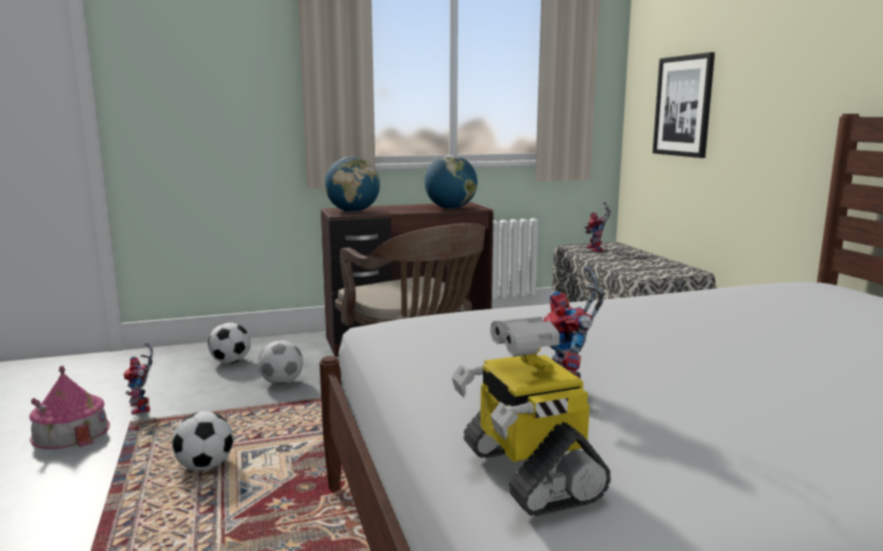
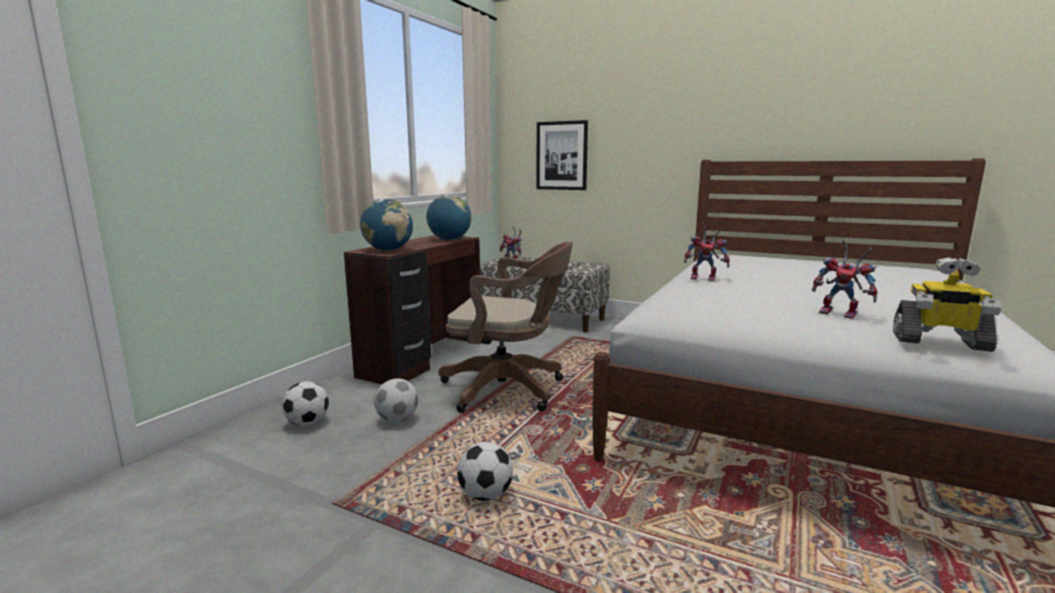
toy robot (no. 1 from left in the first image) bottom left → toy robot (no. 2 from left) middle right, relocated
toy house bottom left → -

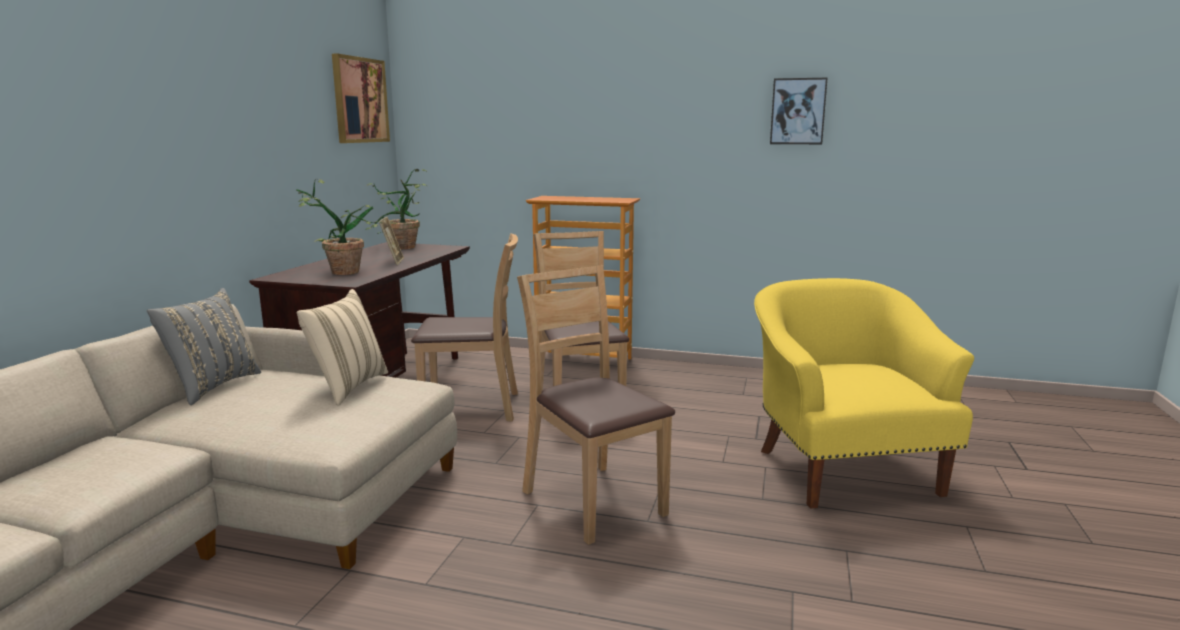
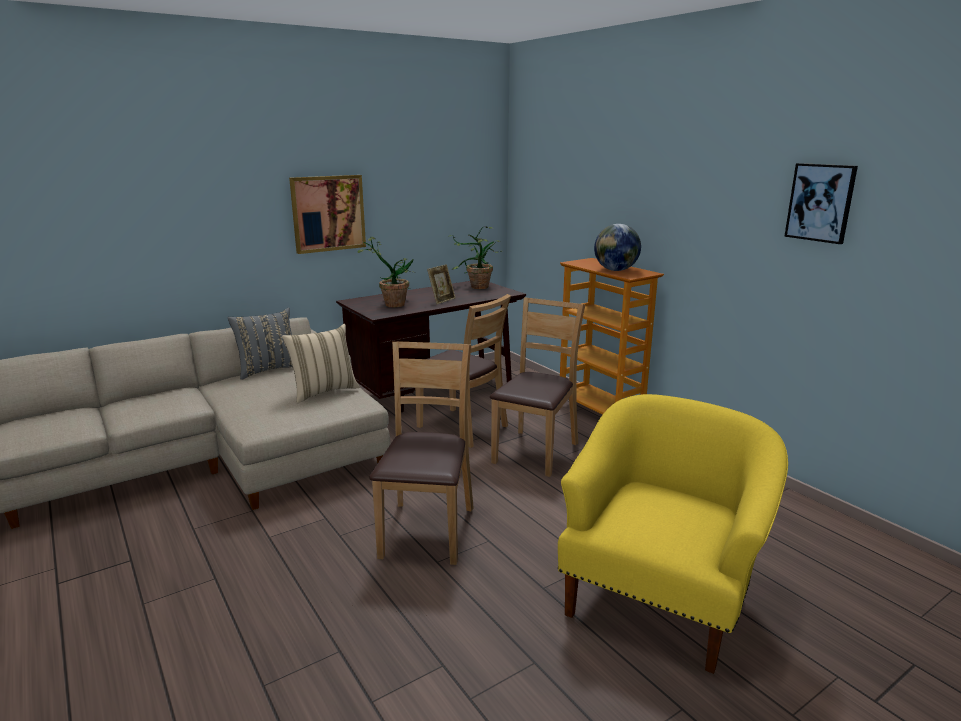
picture (no. 1 from left) top left → picture (no. 1 from left) top centre, relocated
- → globe centre

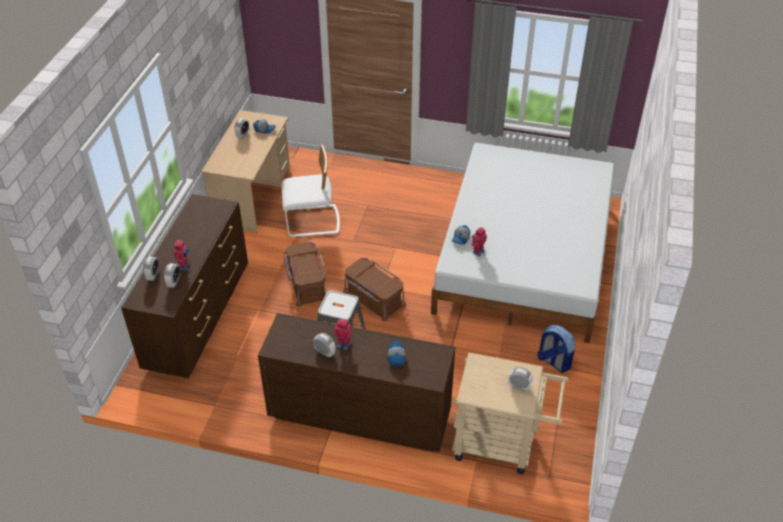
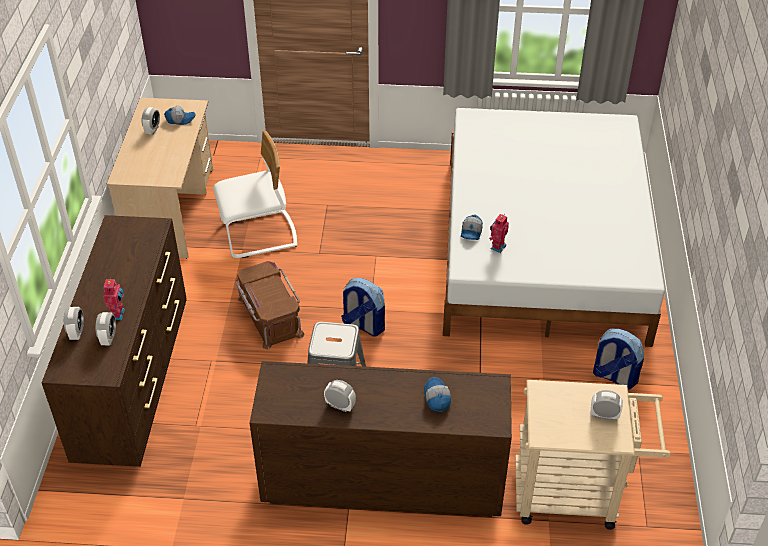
storage box/brown (no. 2 from left) centre → backpack (no. 1 from left) centre
toy robot (no. 2 from left) centre → -

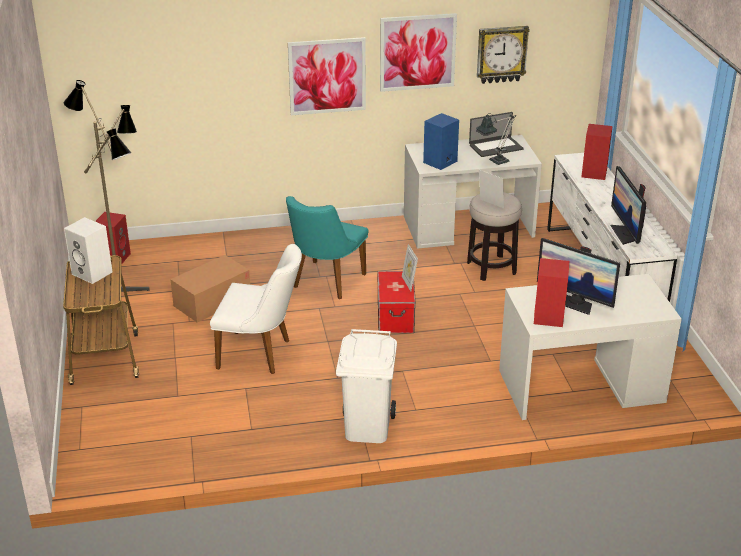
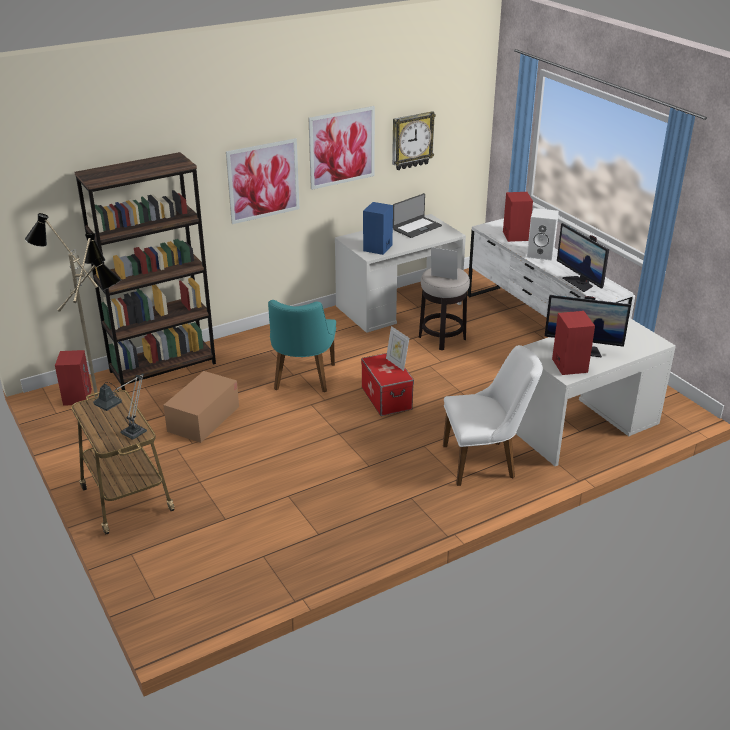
table lamp top right → table lamp middle left, relocated
speaker/white middle left → speaker/white top right, relocated
chair/white centre → chair/white middle right, relocated
trash can/white bottom centre → -
- → bookcase/brown middle left

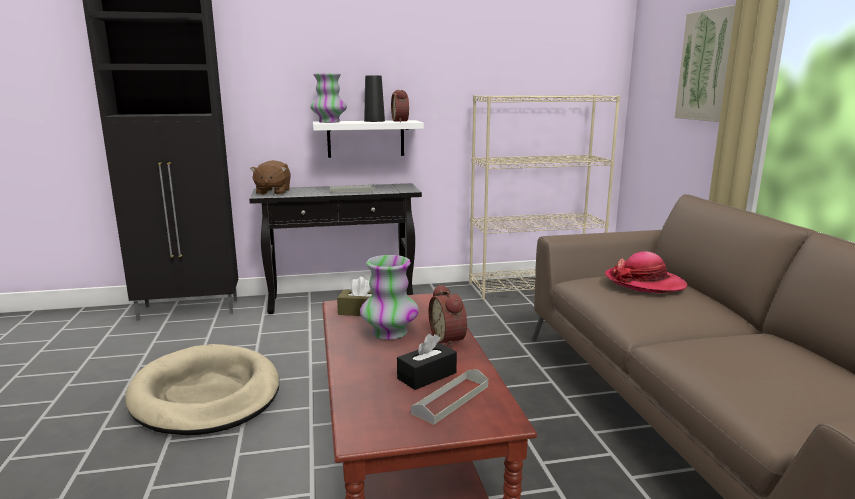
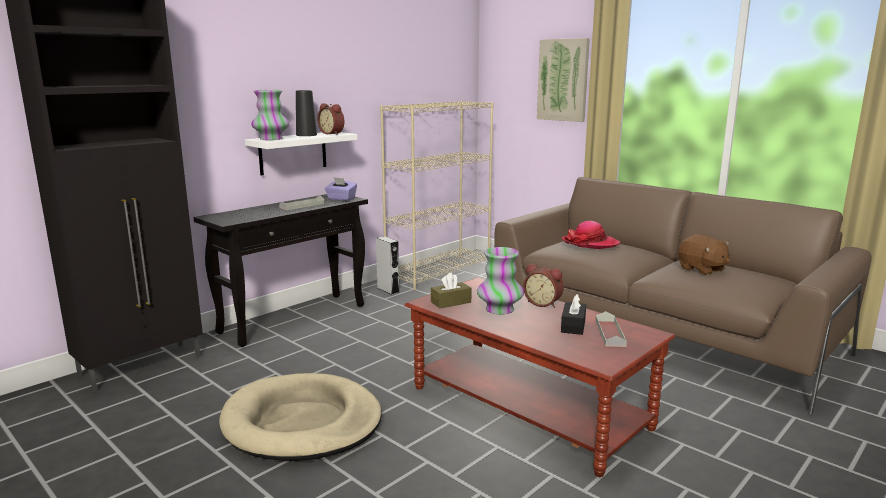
plush toy/brown middle left → plush toy/brown middle right, relocated
- → tissue box/purple centre
- → speaker/grey centre

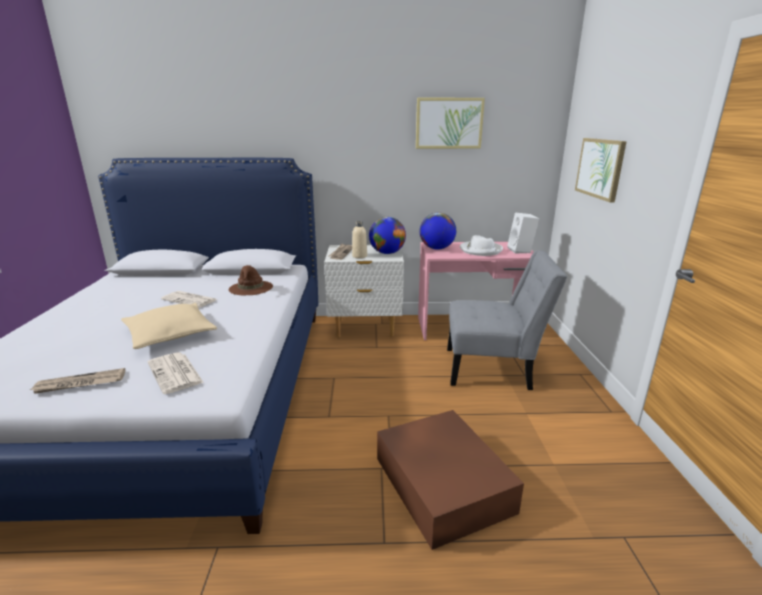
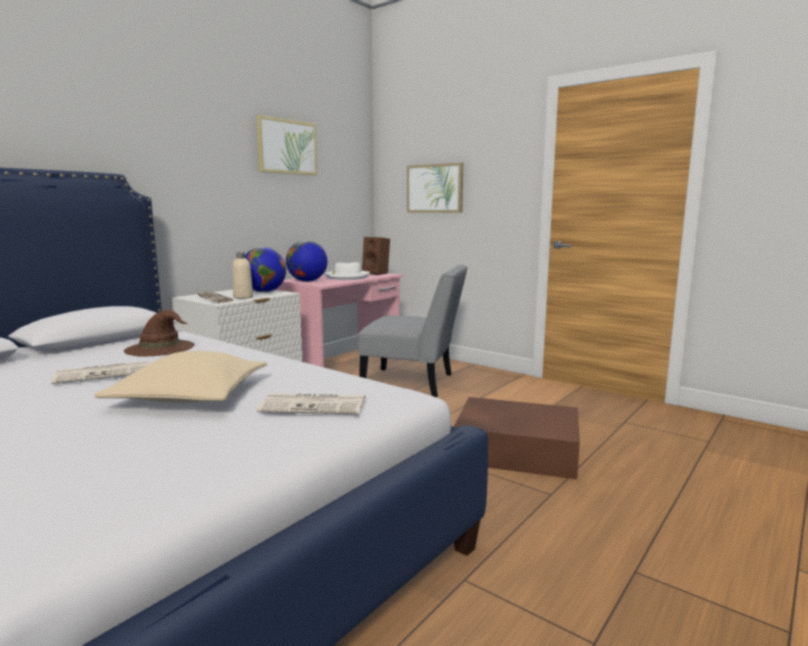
speaker/white middle right → speaker/brown centre
chair/grey centre, 60 degrees clockwise
newspaper (no. 1 from left) middle left → -

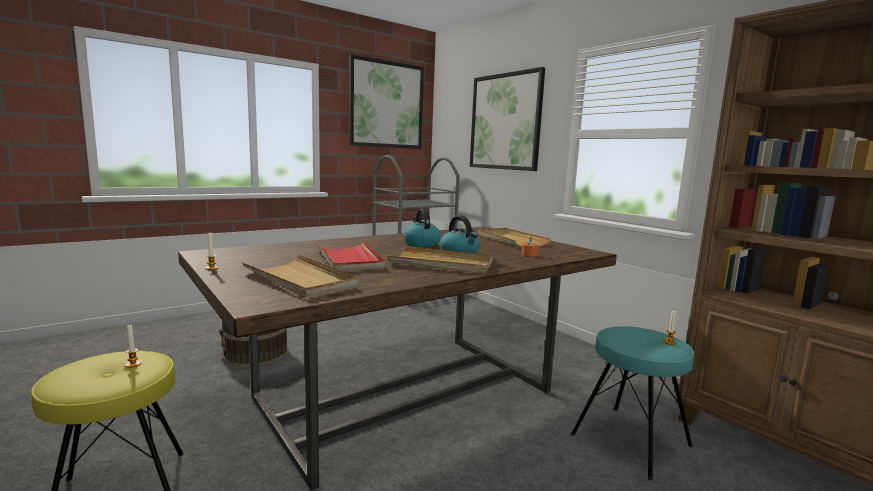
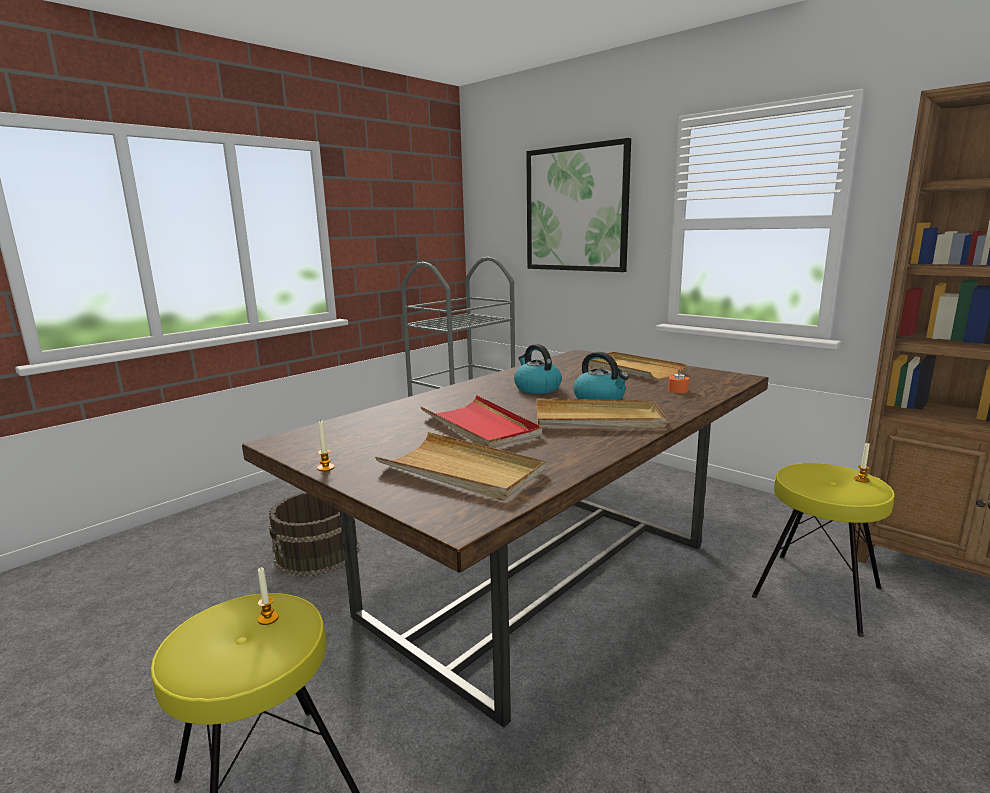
picture (no. 1 from left) top centre → -
stool/turquoise bottom right → stool/yellow (no. 2 from left) bottom right

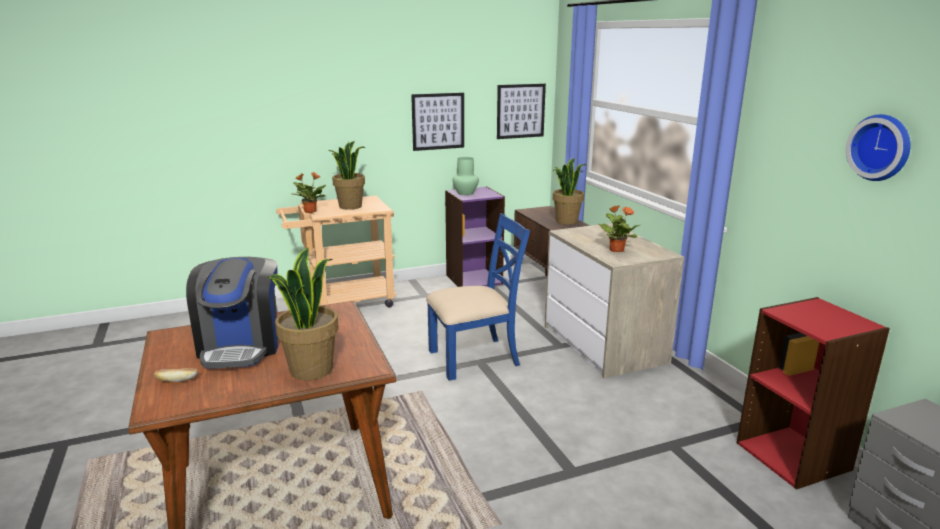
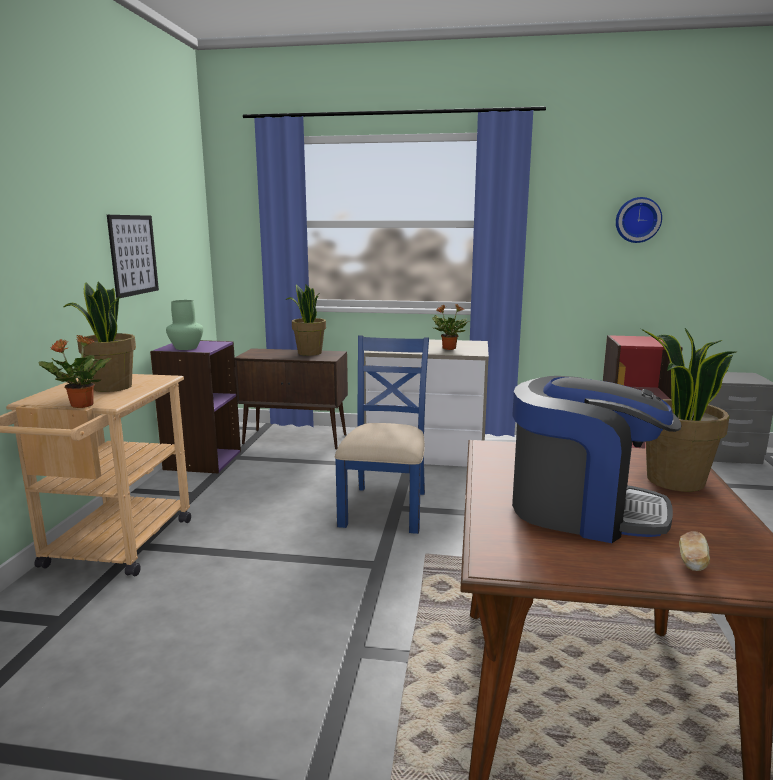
picture (no. 2 from left) top centre → -

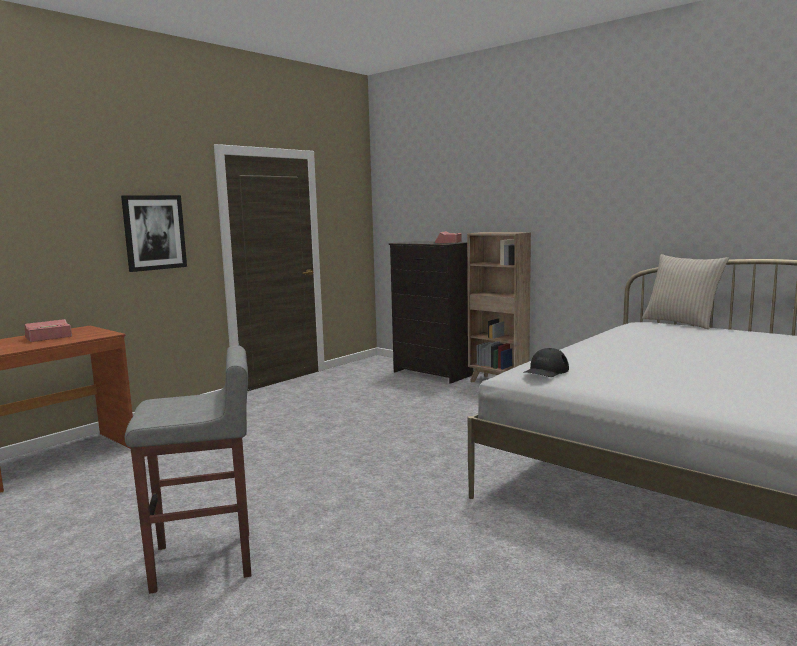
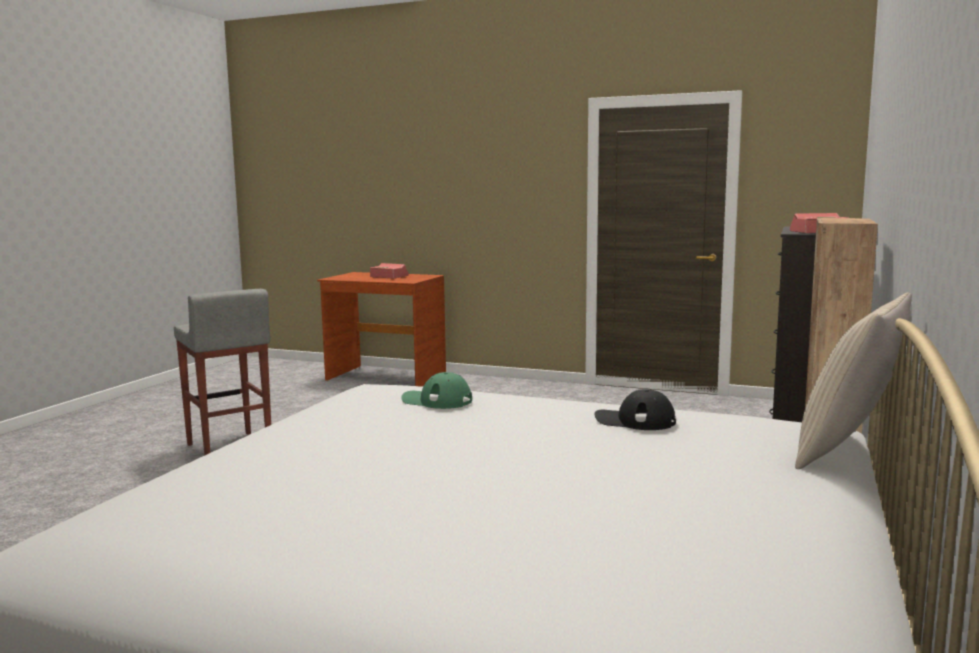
picture middle left → -
cap/black middle right → cap/black centre, relocated
- → cap/green centre

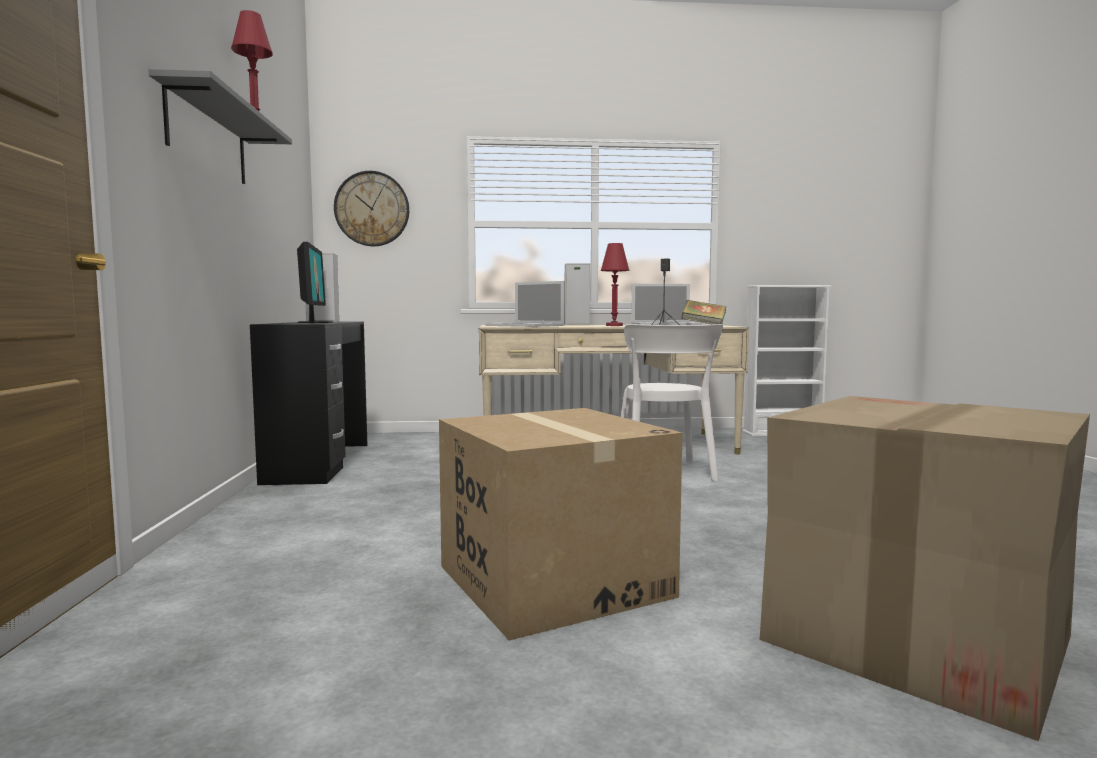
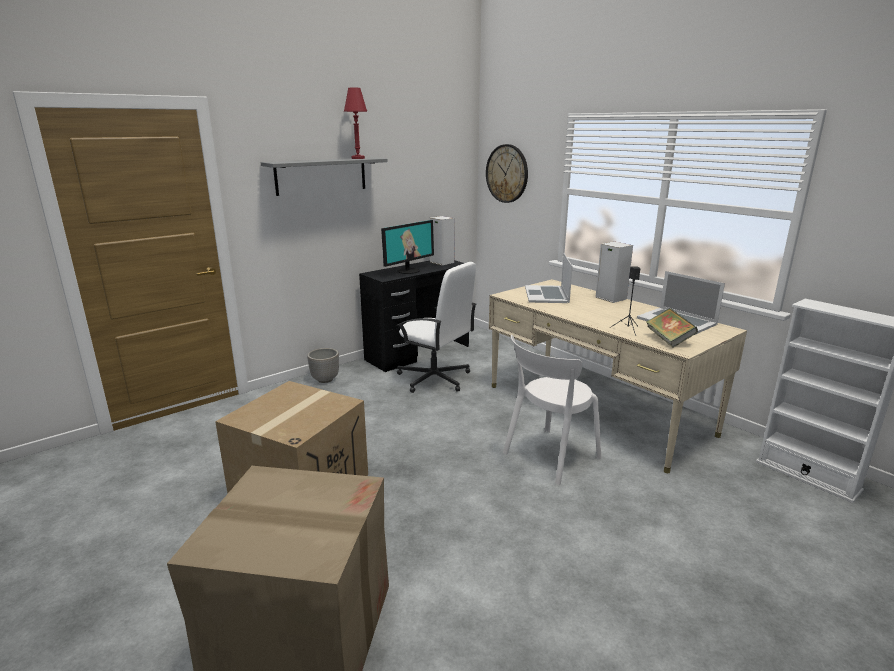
table lamp/red (no. 2 from left) centre → -
- → office chair/white centre
- → planter centre

